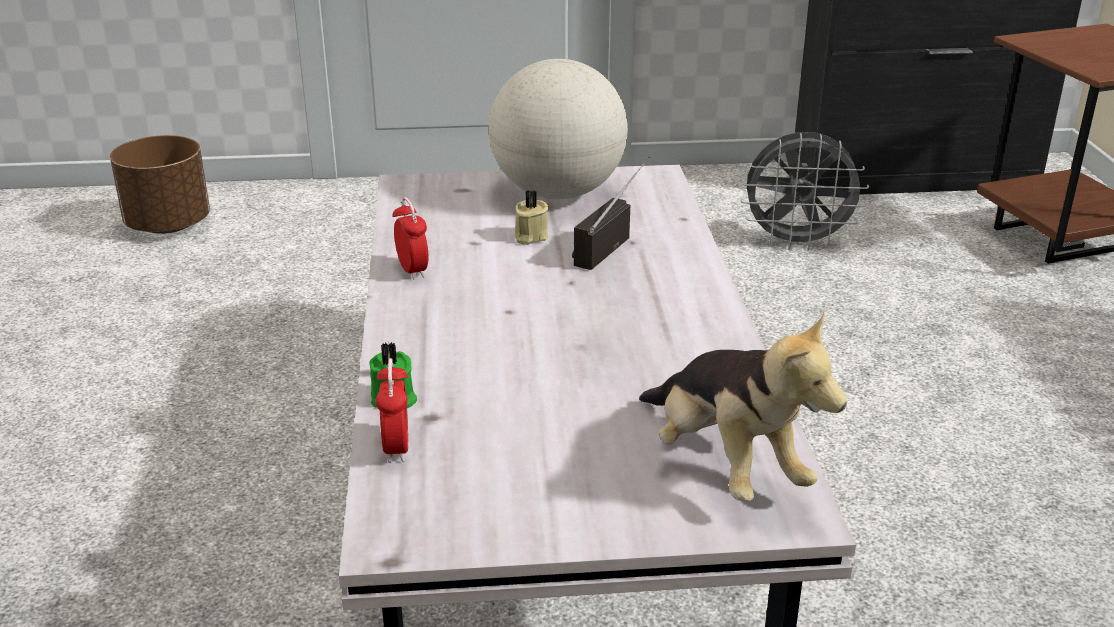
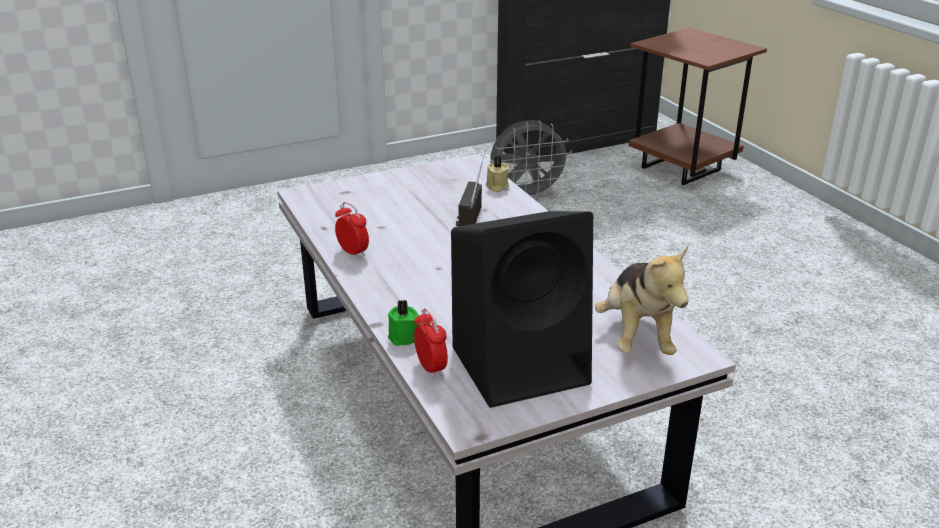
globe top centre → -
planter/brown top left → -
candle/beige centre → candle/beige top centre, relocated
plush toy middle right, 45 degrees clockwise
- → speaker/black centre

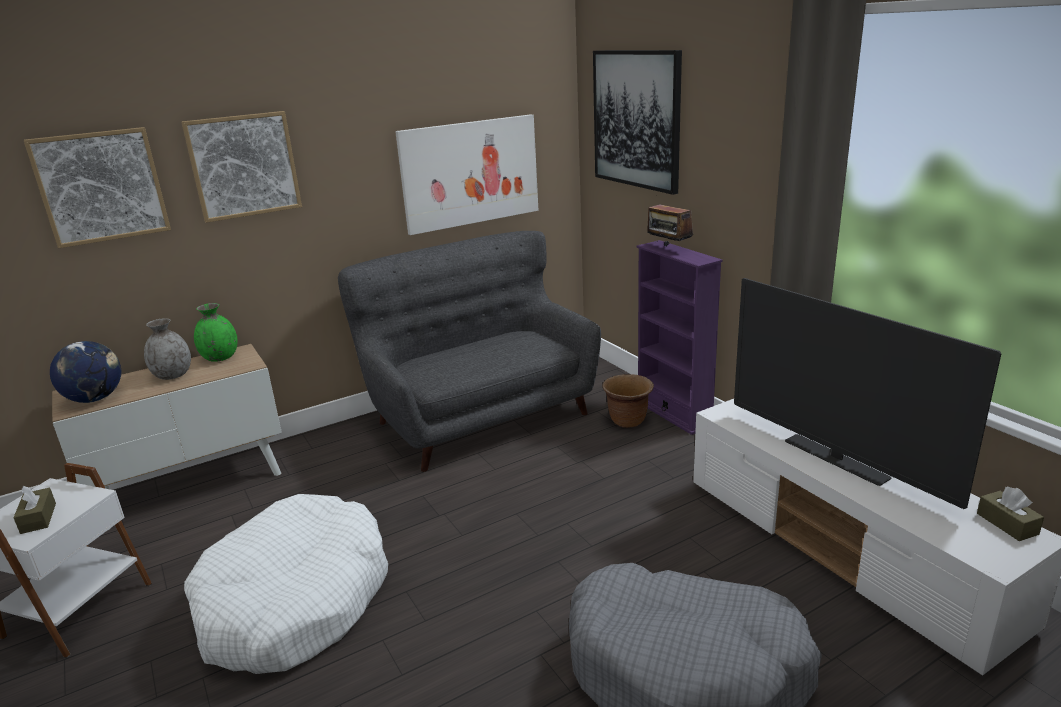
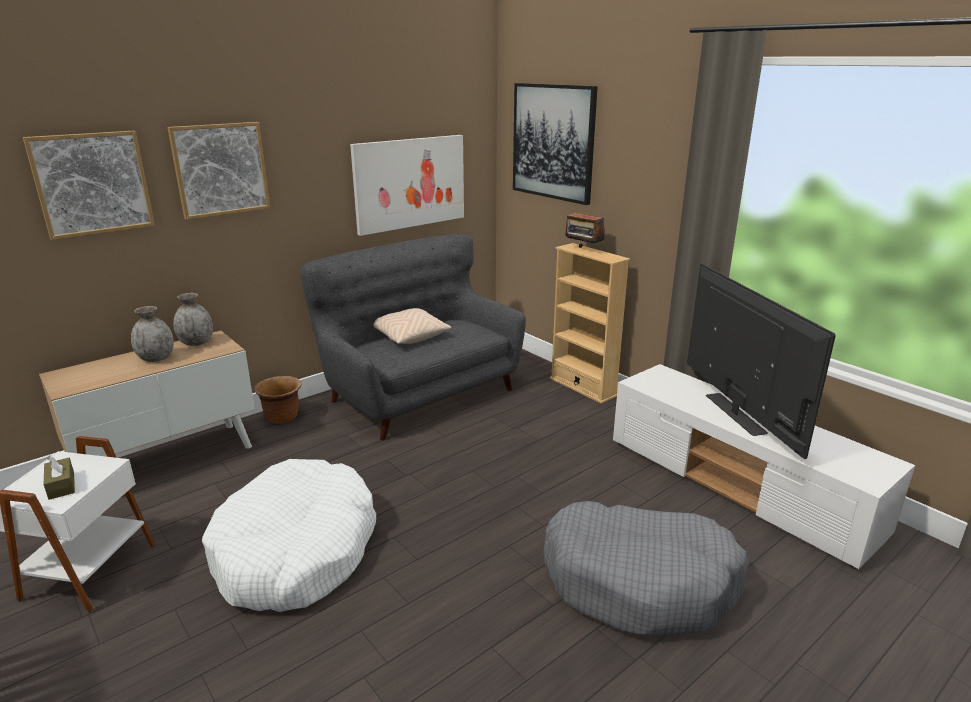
bookcase/purple centre → bookcase/beige centre
television middle right, 150 degrees counterclockwise
vase/green middle left → vase/grey (no. 2 from left) middle left
globe middle left → -
planter/brown centre → planter/brown middle left, relocated
tissue box/brown (no. 2 from left) bottom right → -
- → pillow/beige centre

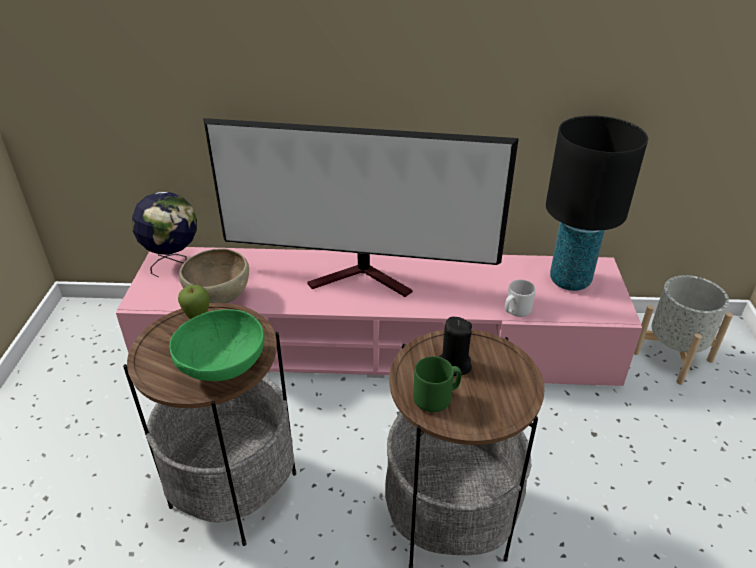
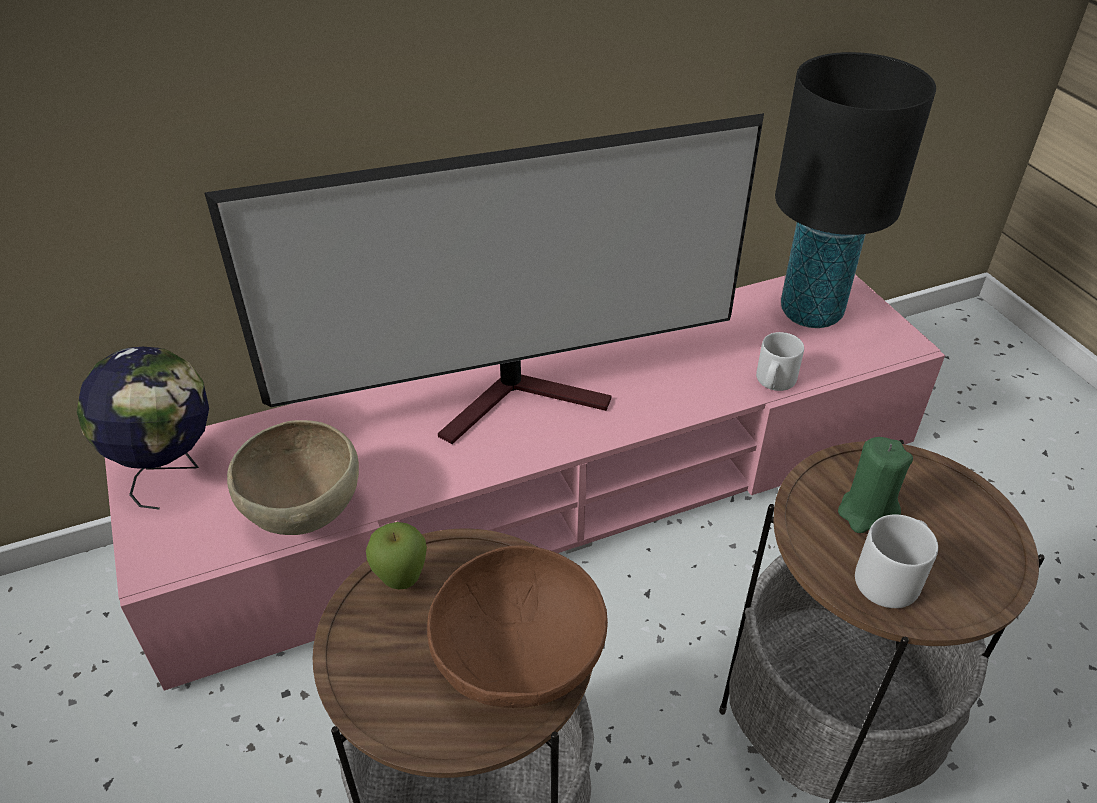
planter/grey middle right → -
bowl/green middle left → bowl/brown (no. 2 from left) bottom centre
candle/black centre → candle/green middle right
mug/green bottom centre → mug/grey (no. 2 from left) bottom right

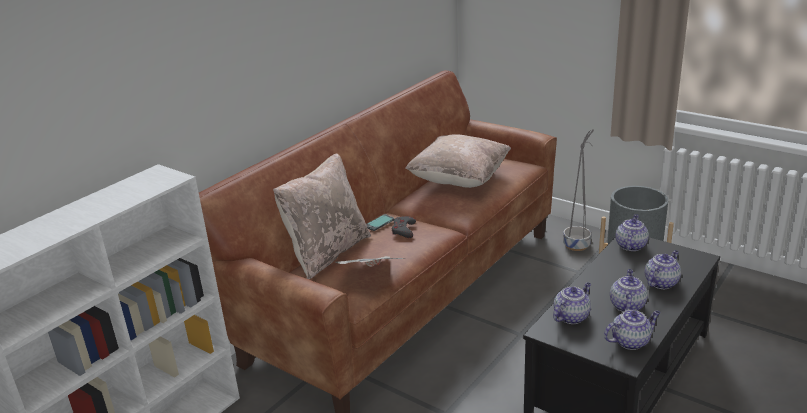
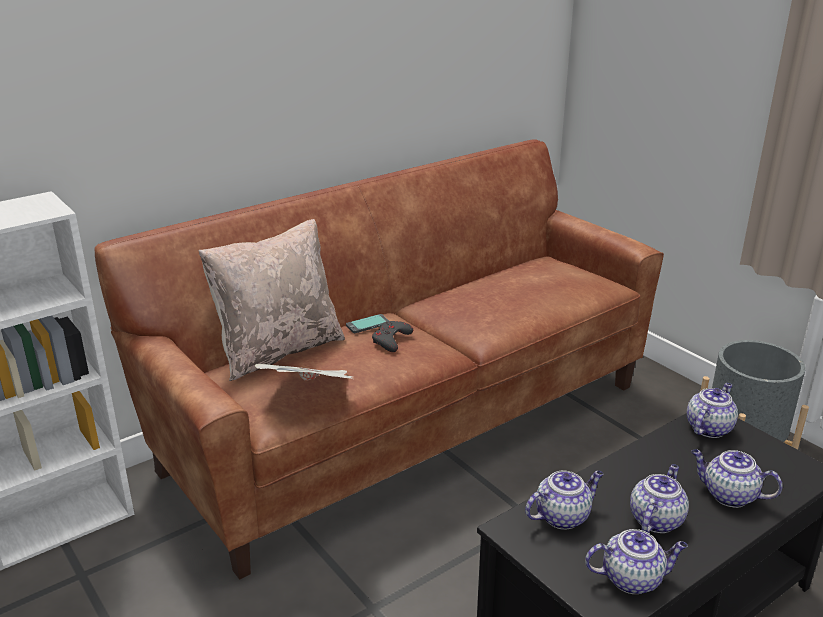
planter/grey (no. 1 from left) middle right → -
pillow/beige (no. 2 from left) centre → -
teapot (no. 5 from left) middle right → teapot (no. 5 from left) bottom right, 120 degrees counterclockwise

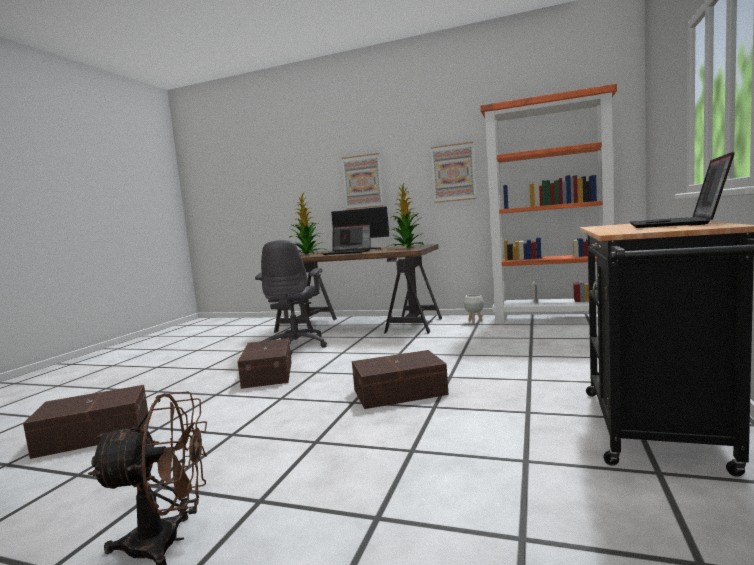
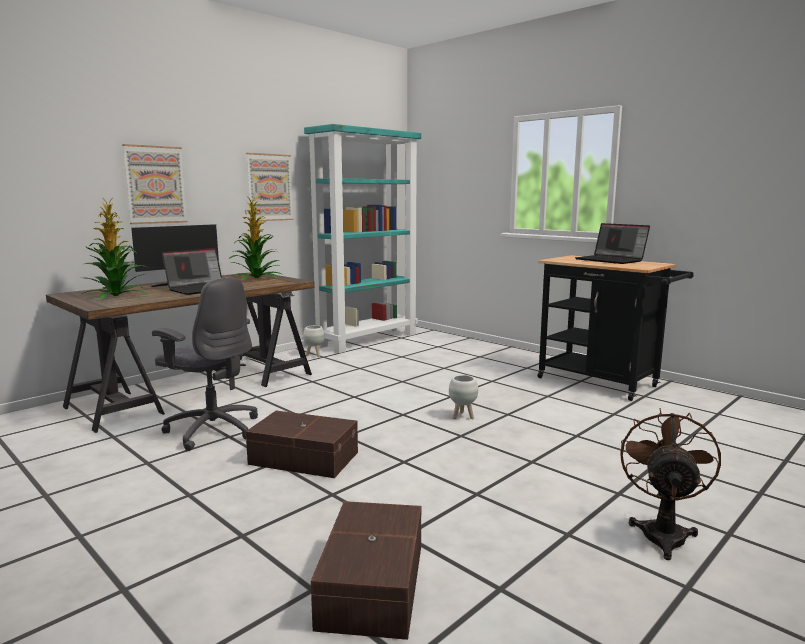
bookcase/orange middle right → bookcase/turquoise centre
storage box/brown (no. 3 from left) bottom centre → planter/white (no. 2 from left) centre

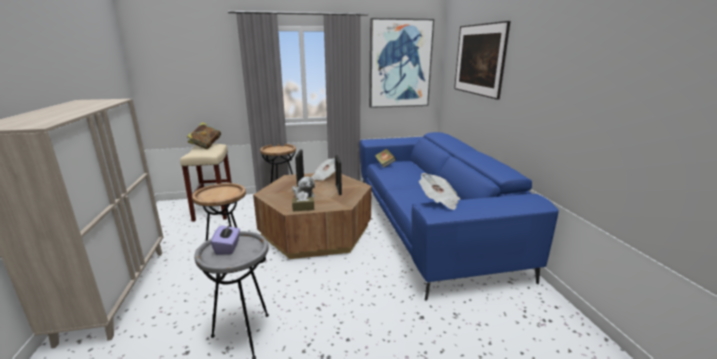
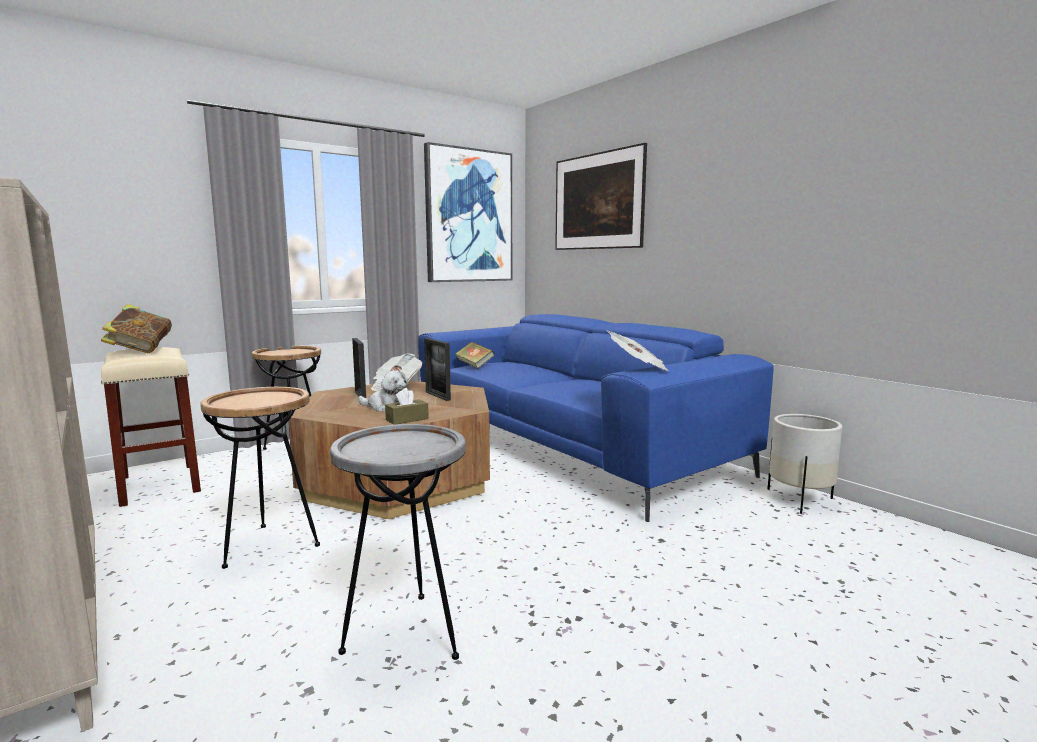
tissue box/purple middle left → -
- → planter/white middle right

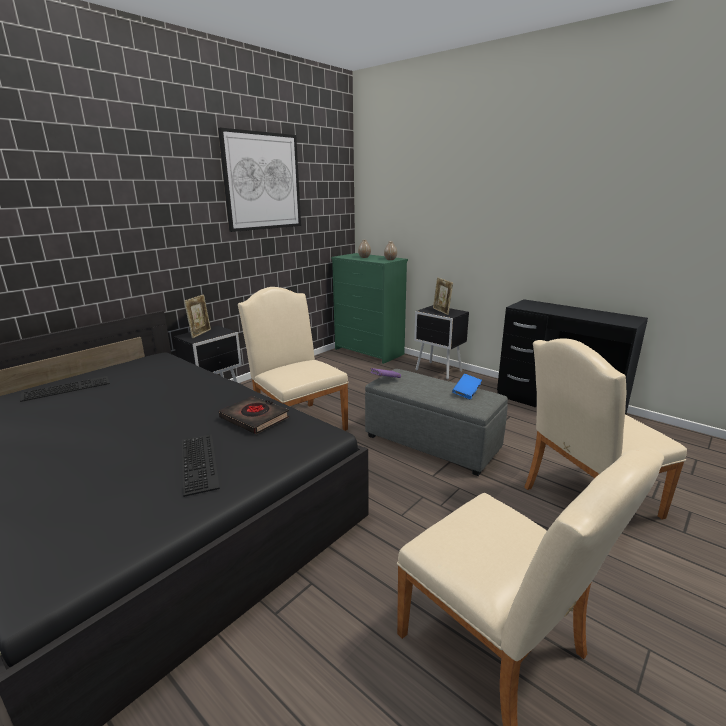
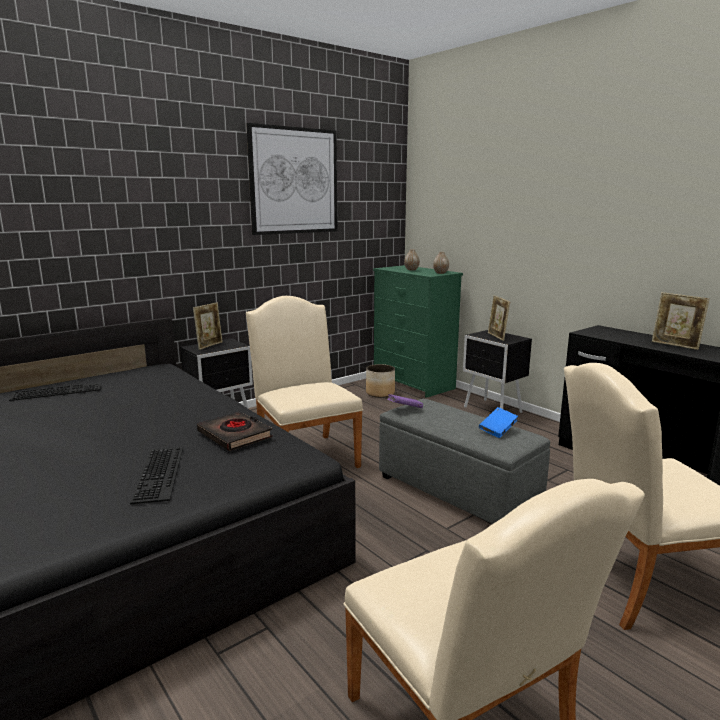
- → picture frame (no. 3 from left) middle right
- → planter centre

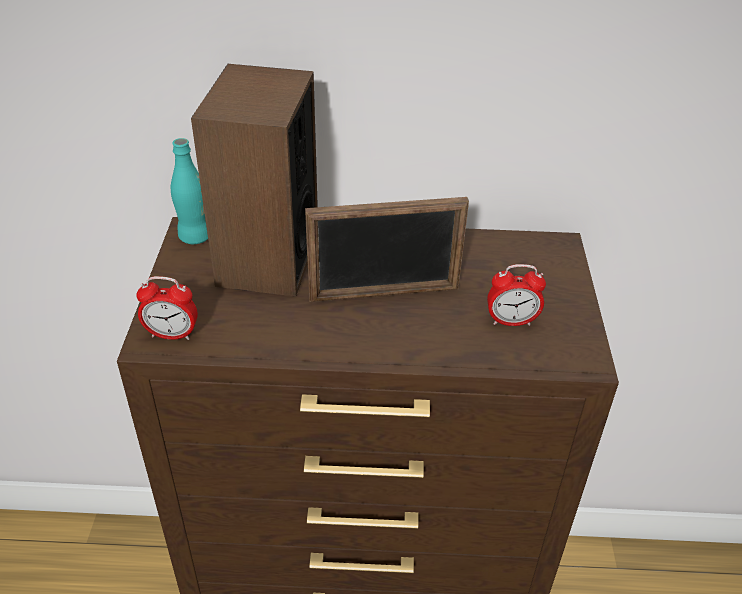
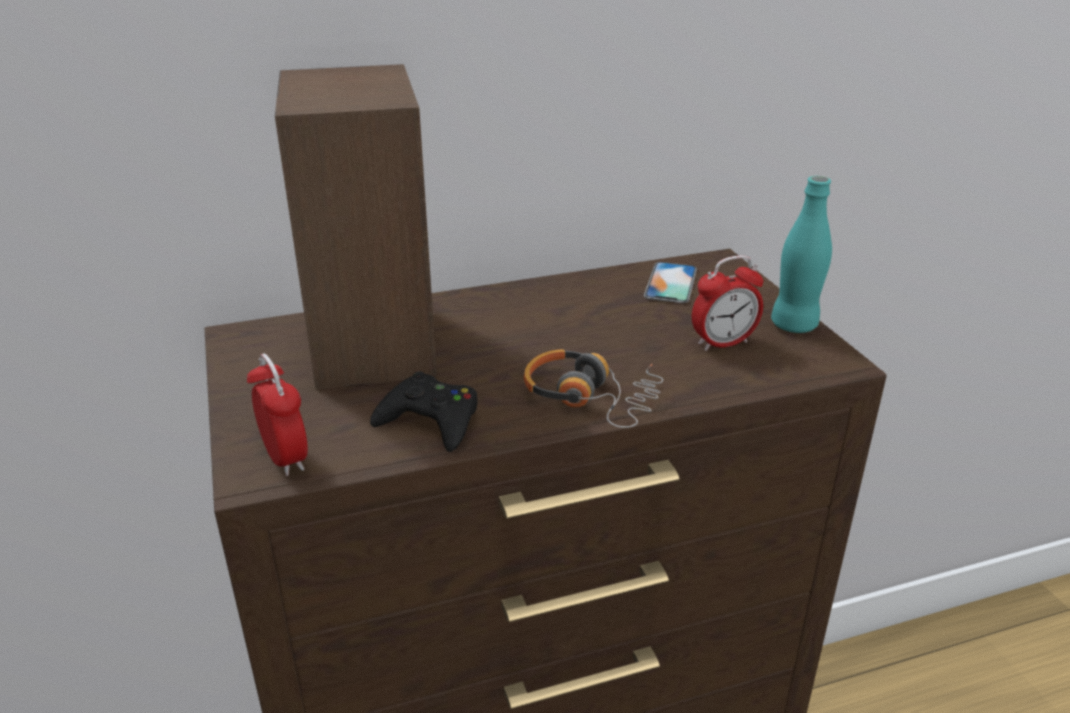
bottle/turquoise top left → bottle/turquoise middle right, relocated
picture frame centre → -
alarm clock (no. 1 from left) middle left, 105 degrees counterclockwise
- → phone centre
- → headphones centre
- → game controller/black centre

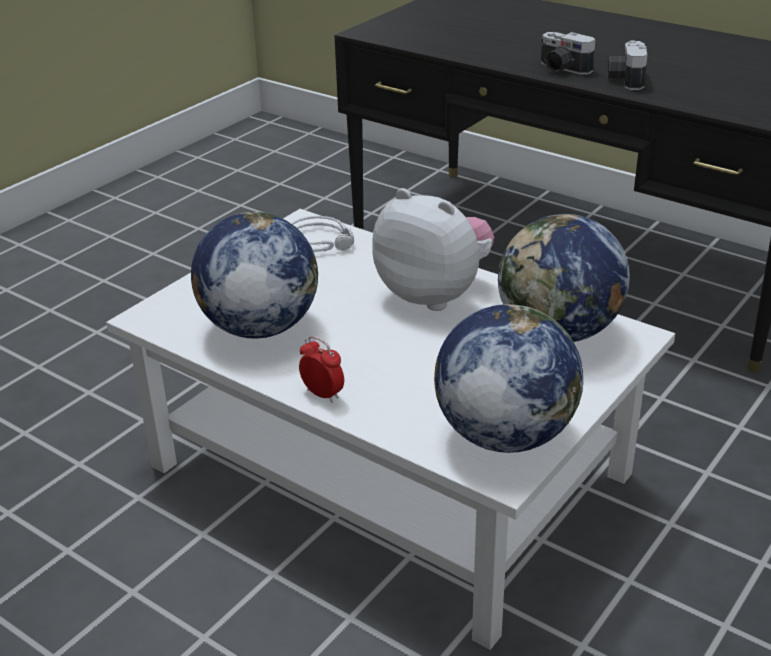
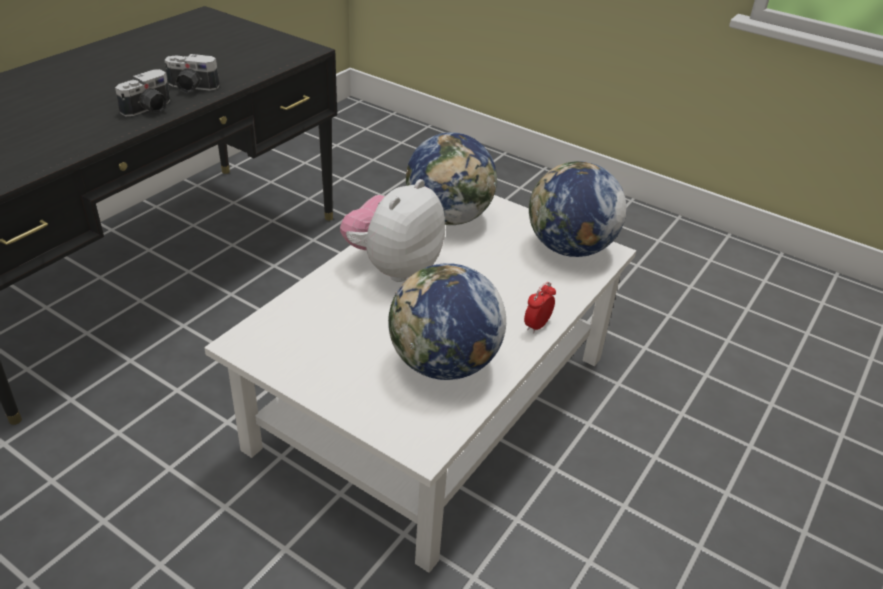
headphones/grey centre → -

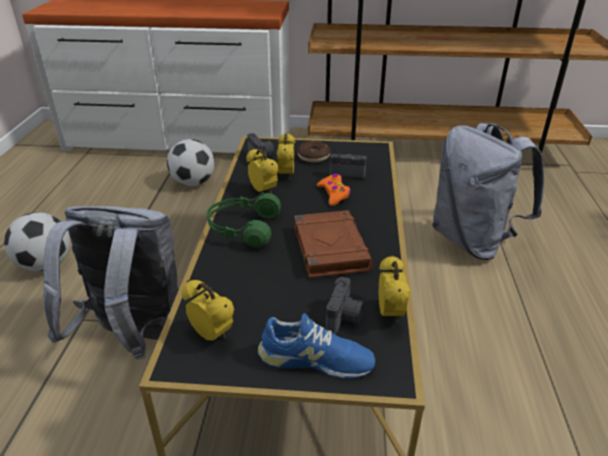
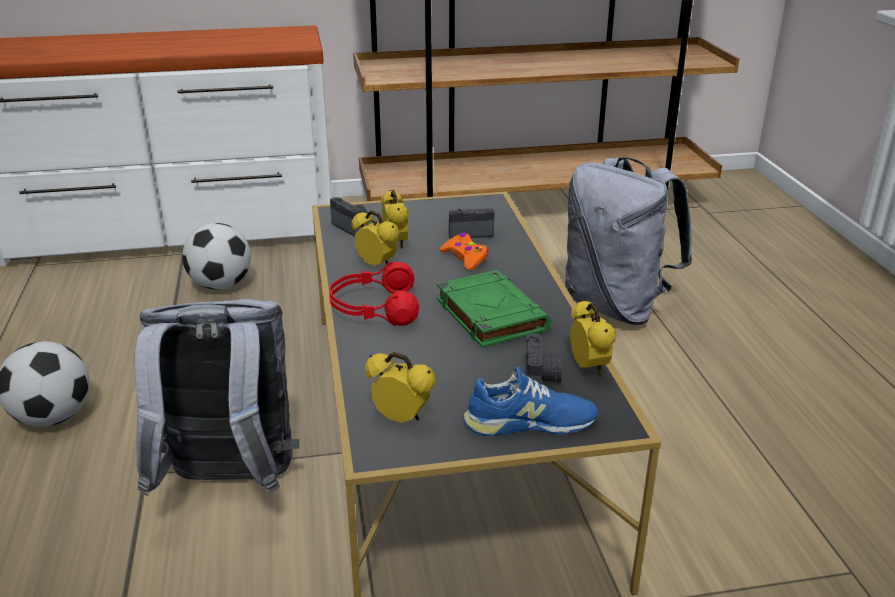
donut top centre → -
headphones/green centre → headphones/red centre
book/brown centre → book/green centre

